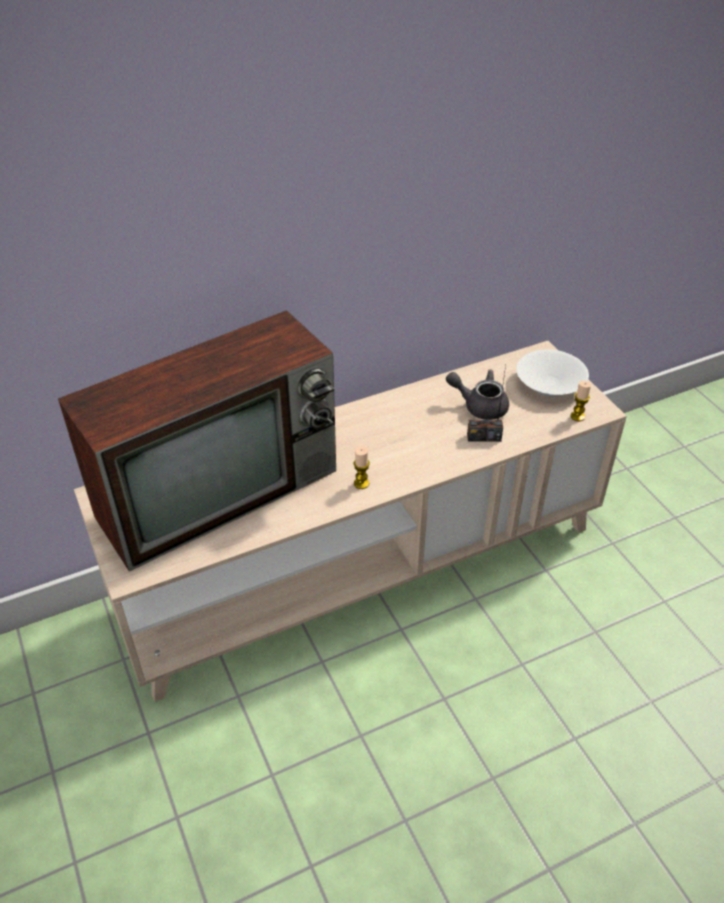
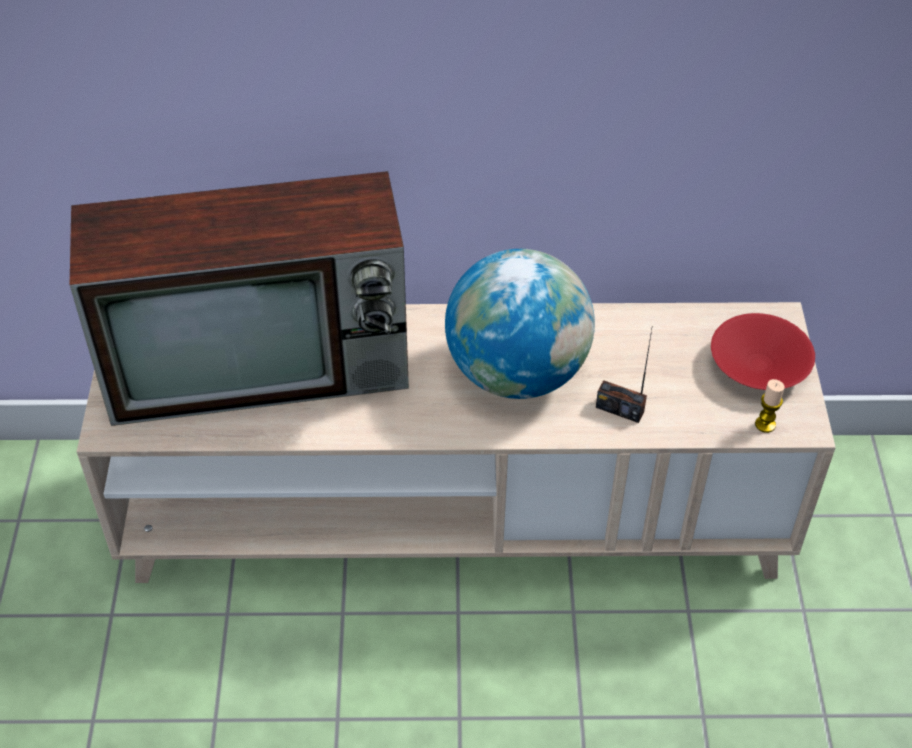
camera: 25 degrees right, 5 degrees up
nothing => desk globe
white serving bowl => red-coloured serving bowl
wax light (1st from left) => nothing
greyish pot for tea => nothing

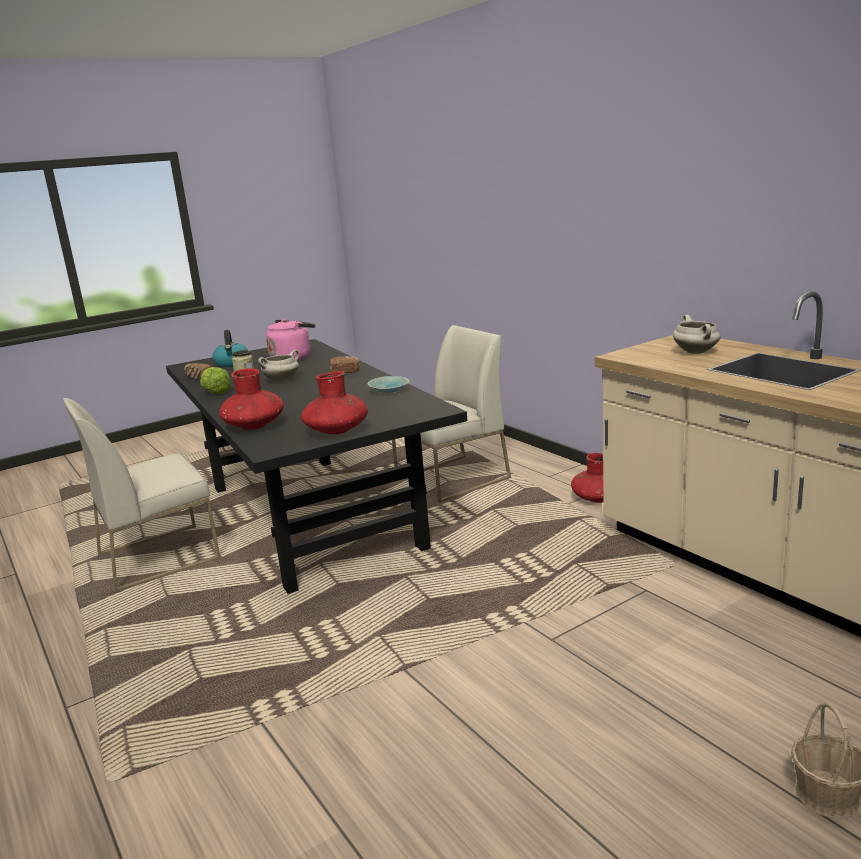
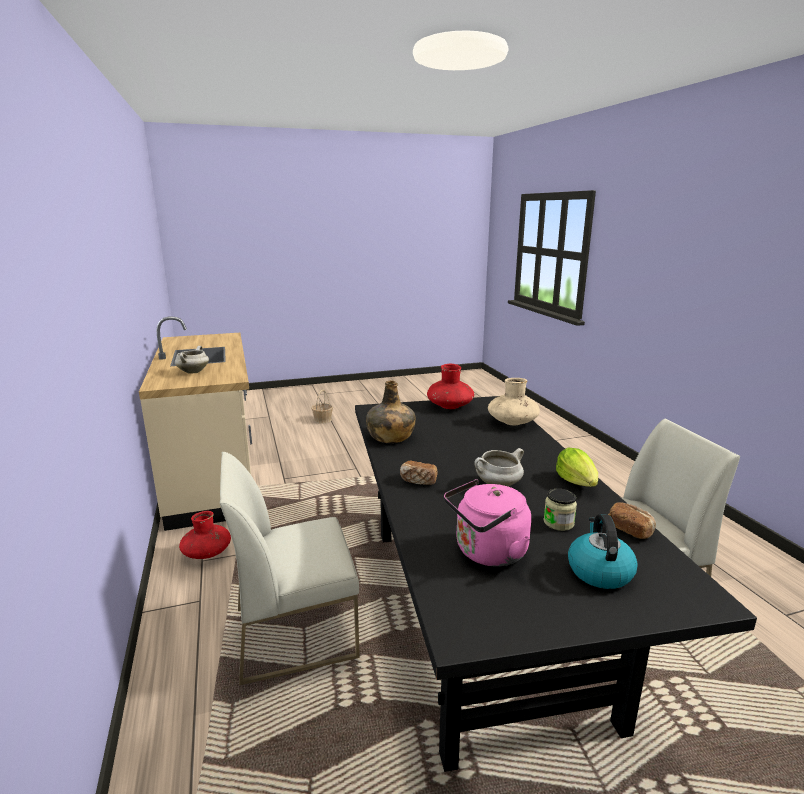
camera: 165 degrees left, 0 degrees up
turquoise-coloured serving bowl => green beverage bottle
red-coloured vase (1st from left) => beige vase

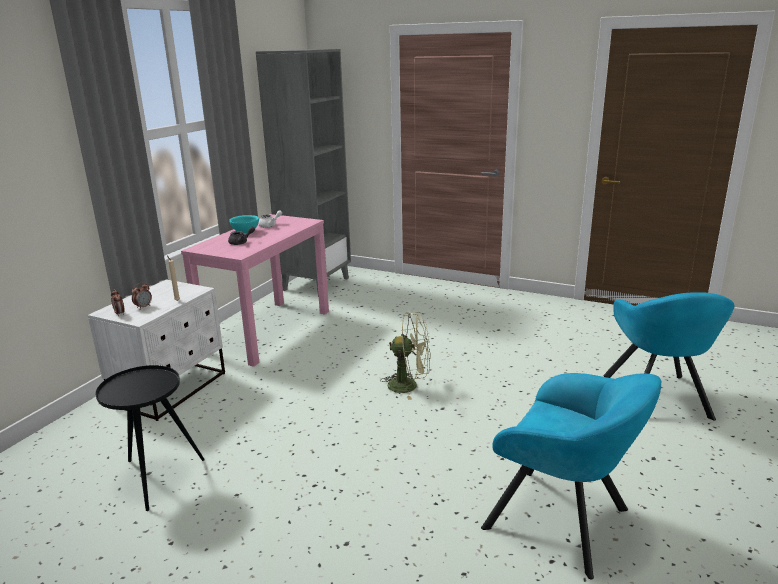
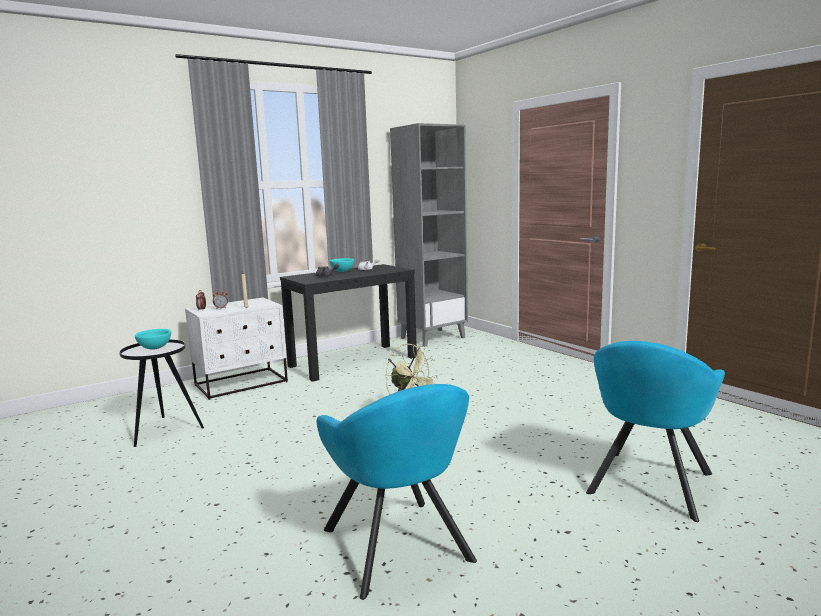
camera: 30 degrees right, 10 degrees down
nothing => turquoise-coloured serving bowl (1st from left)
pink hall table => black hall table

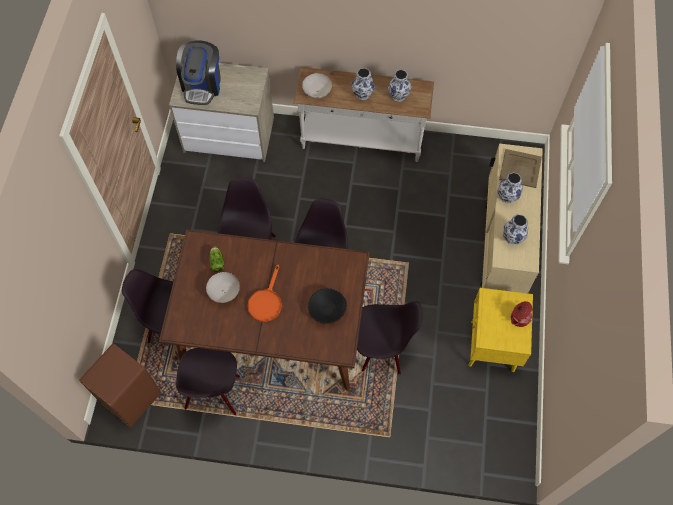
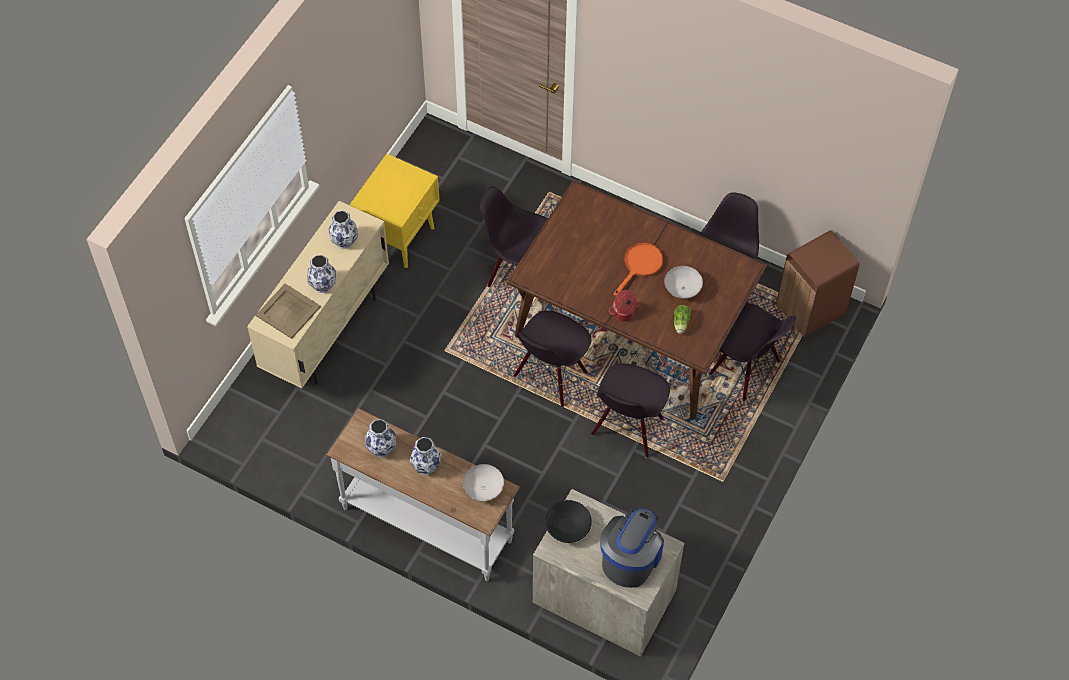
camera: 160 degrees left, 5 degrees down
black serving bowl, move
cooking pot, move

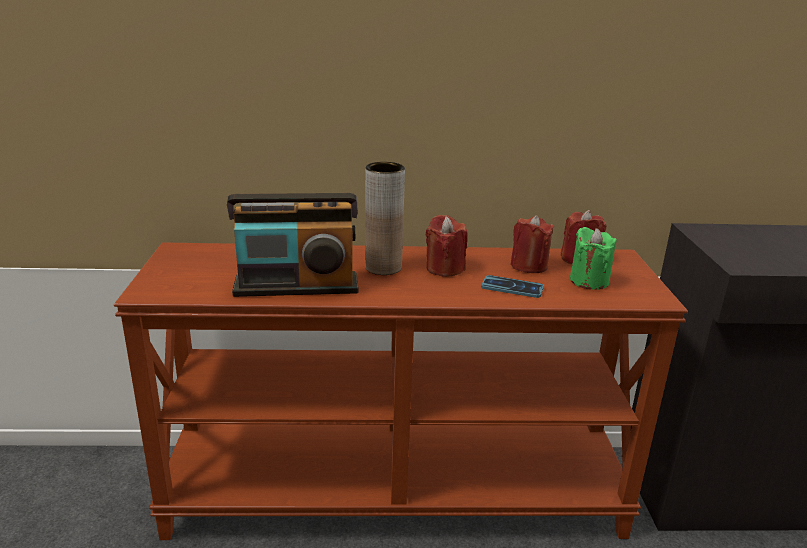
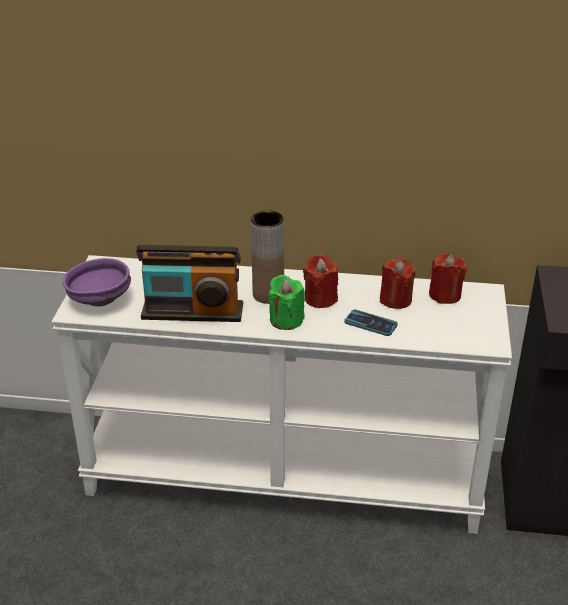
camera: 10 degrees right, 10 degrees up
brown hall table => white hall table
nothing => purple serving bowl
green wax light, move

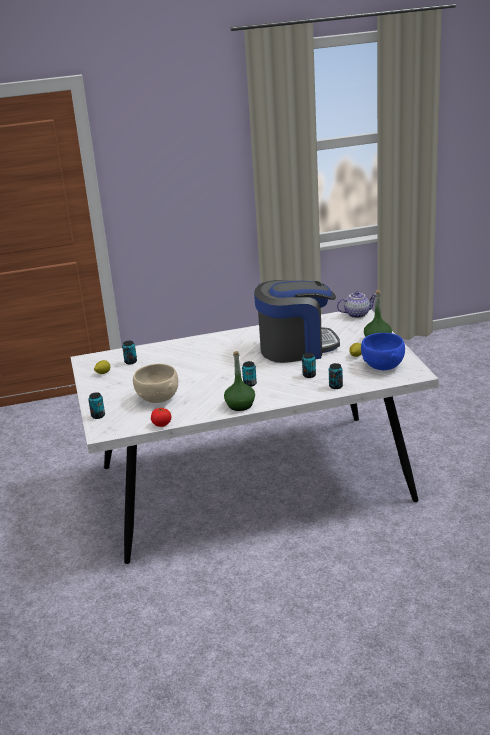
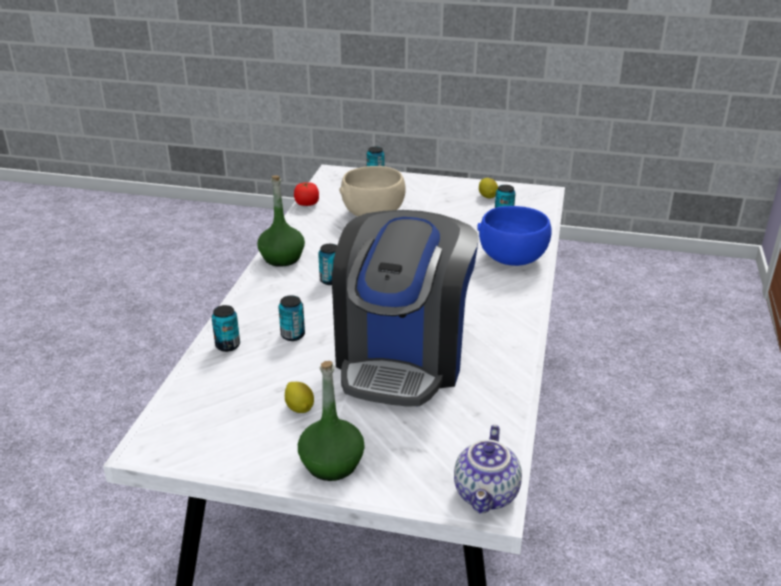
camera: 115 degrees right, 5 degrees up
blue-coloured serving bowl, move

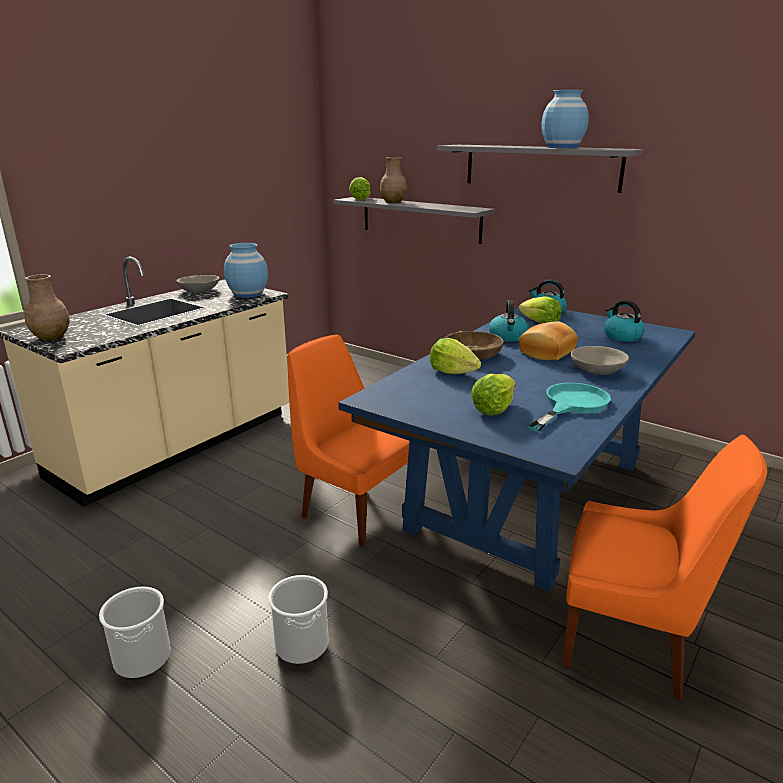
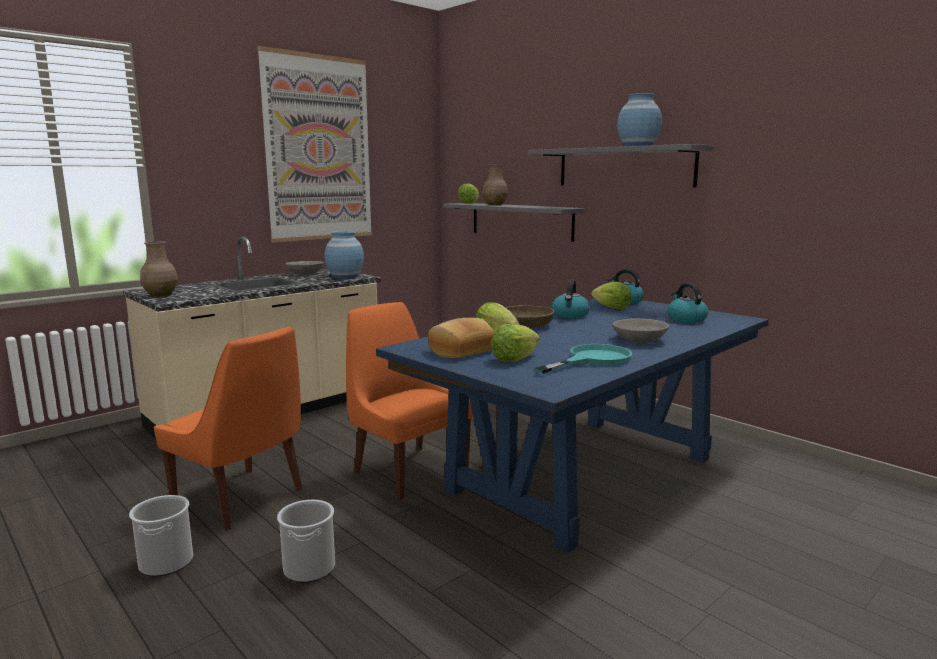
camera: 10 degrees right, 10 degrees down
orange upright chair (2nd from left in the first image) => orange upright chair (1st from left), move
nothing => wall picture
baked bread, move

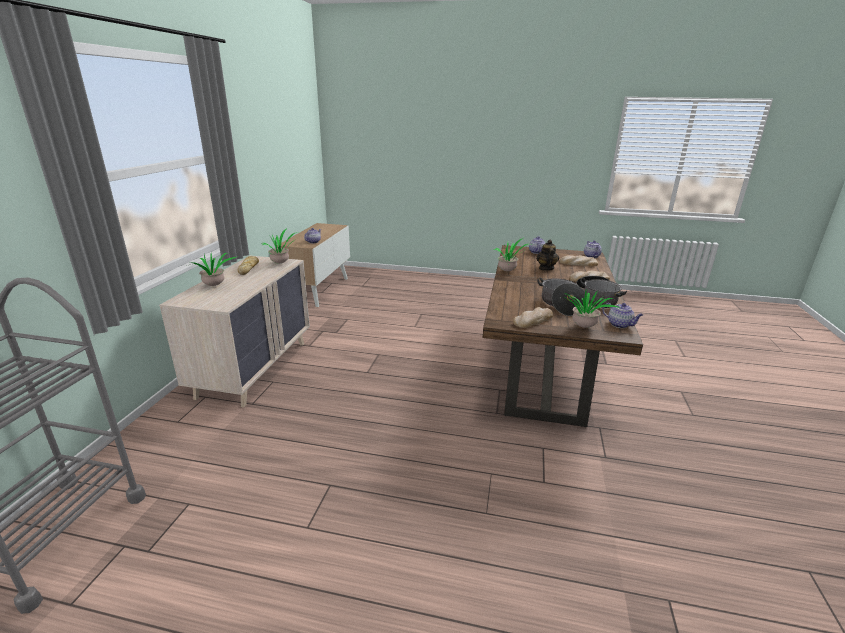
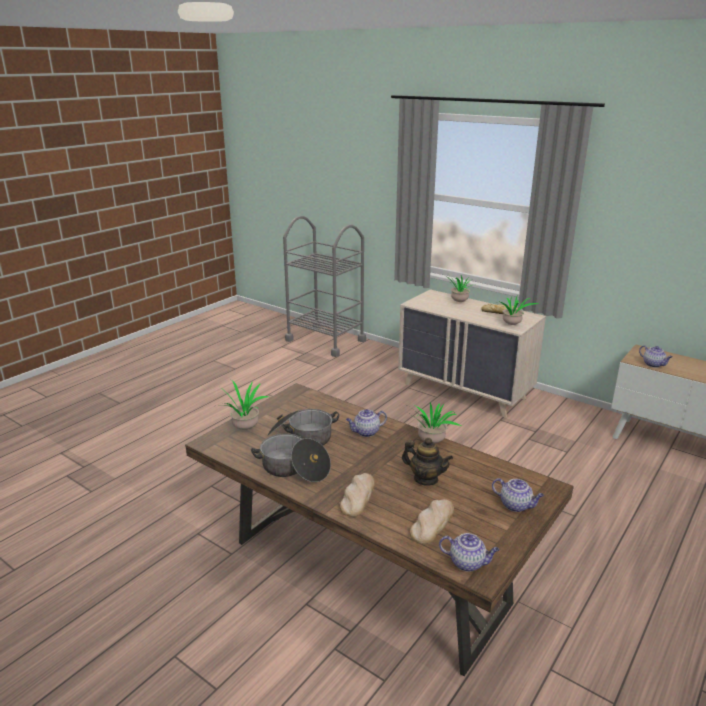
camera: 115 degrees right, 0 degrees up
pot for tea (5th from left in the first image) => pot for tea (1st from left), move
baked bread (2nd from left) => nothing

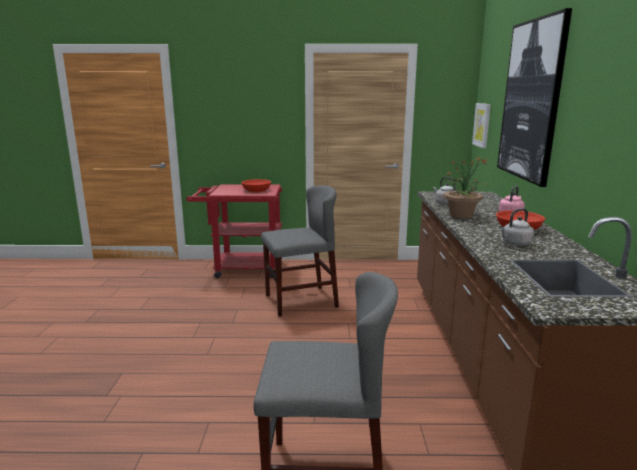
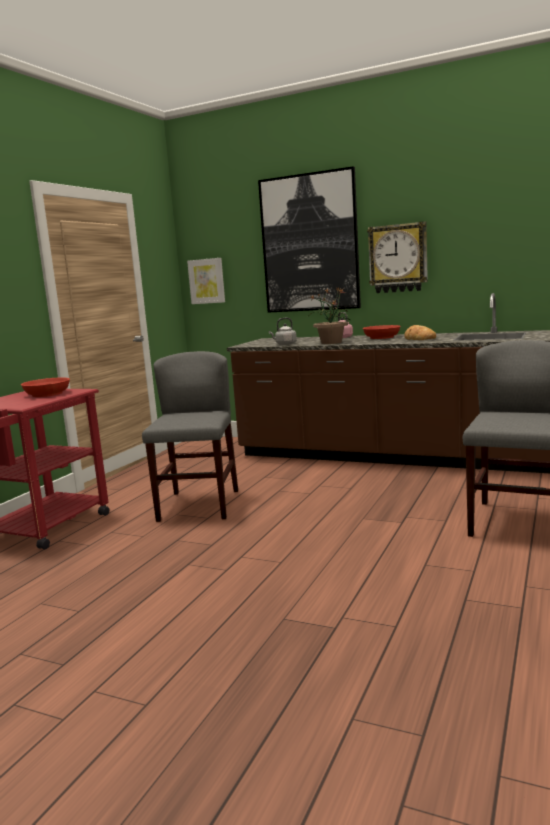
camera: 65 degrees left, 5 degrees down
nothing => hanging clock
greyish water kettle (2nd from left) => baked bread

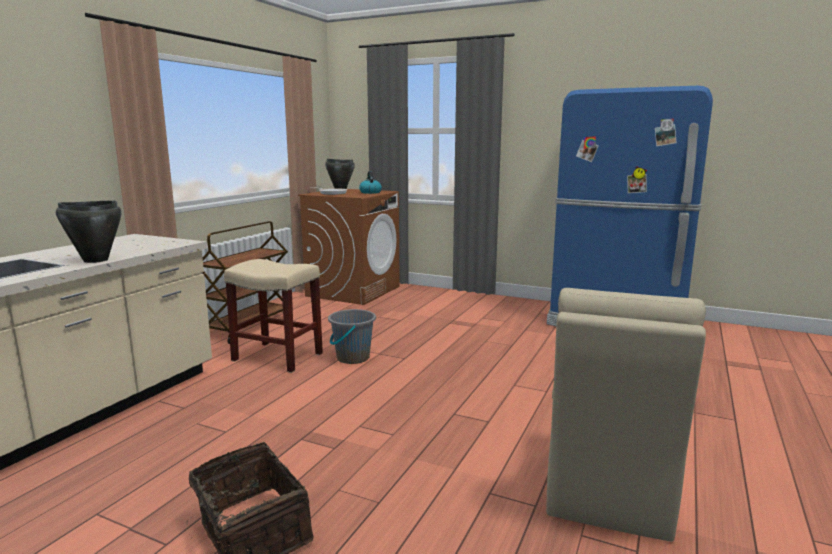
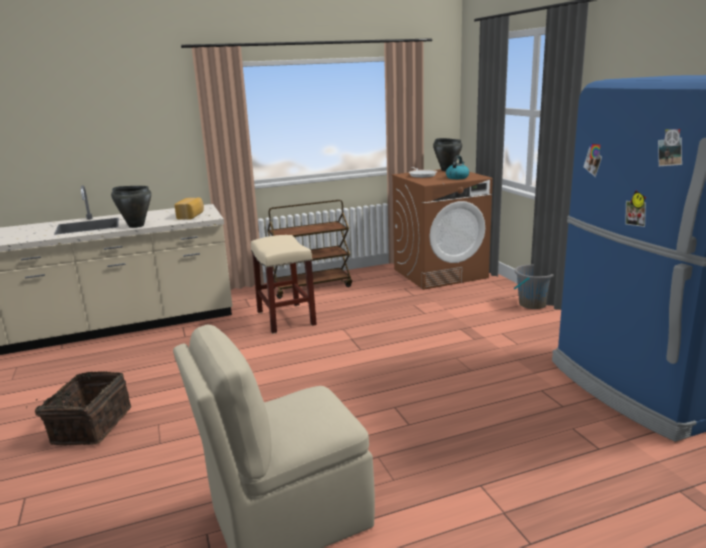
camera: 45 degrees right, 5 degrees up
nothing => baked bread
greyish water bucket, move

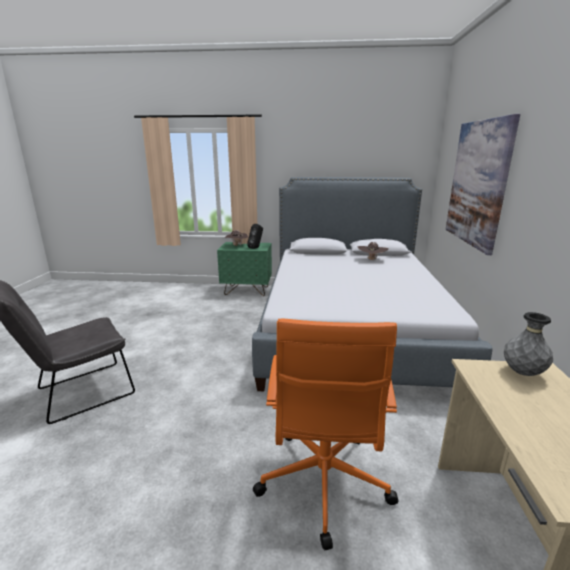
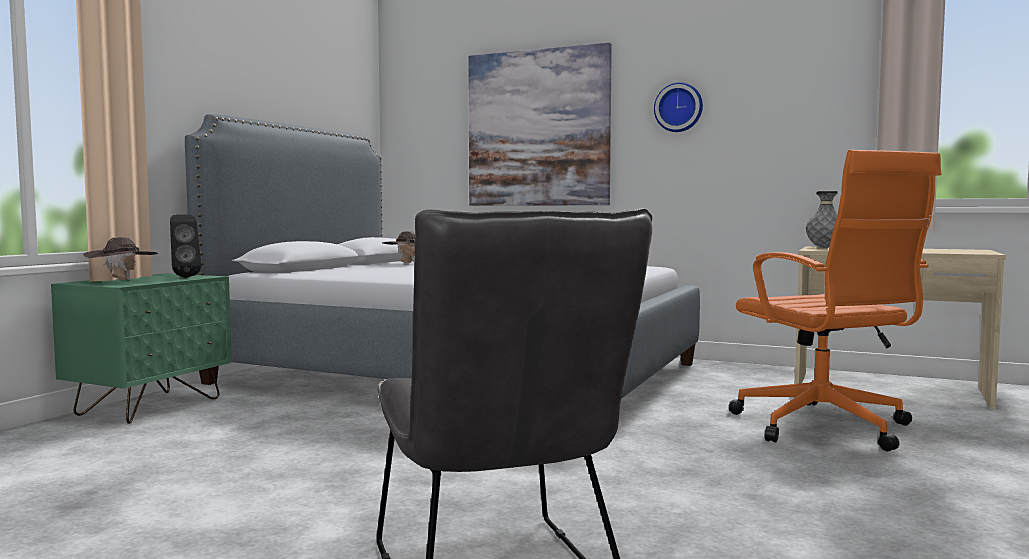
camera: 70 degrees left, 15 degrees down
nothing => hanging clock
orange desk chair, 45 degrees clockwise

